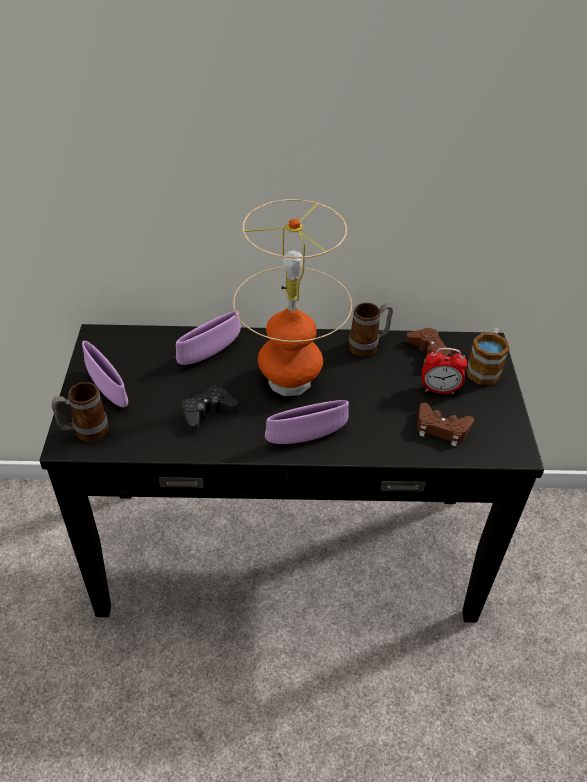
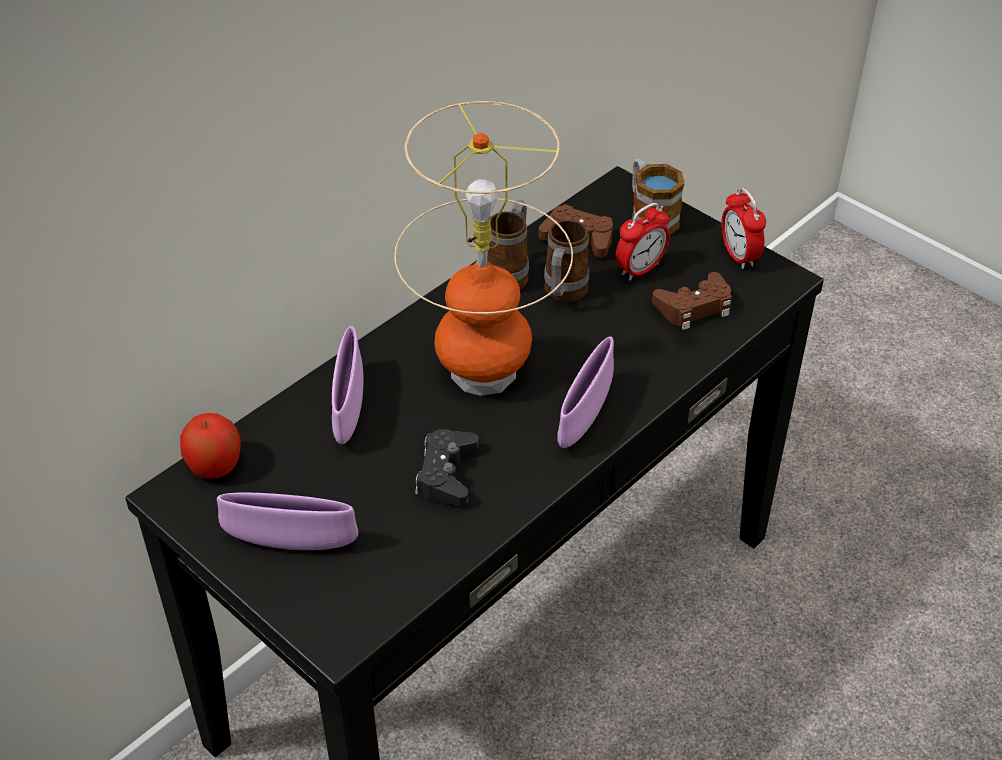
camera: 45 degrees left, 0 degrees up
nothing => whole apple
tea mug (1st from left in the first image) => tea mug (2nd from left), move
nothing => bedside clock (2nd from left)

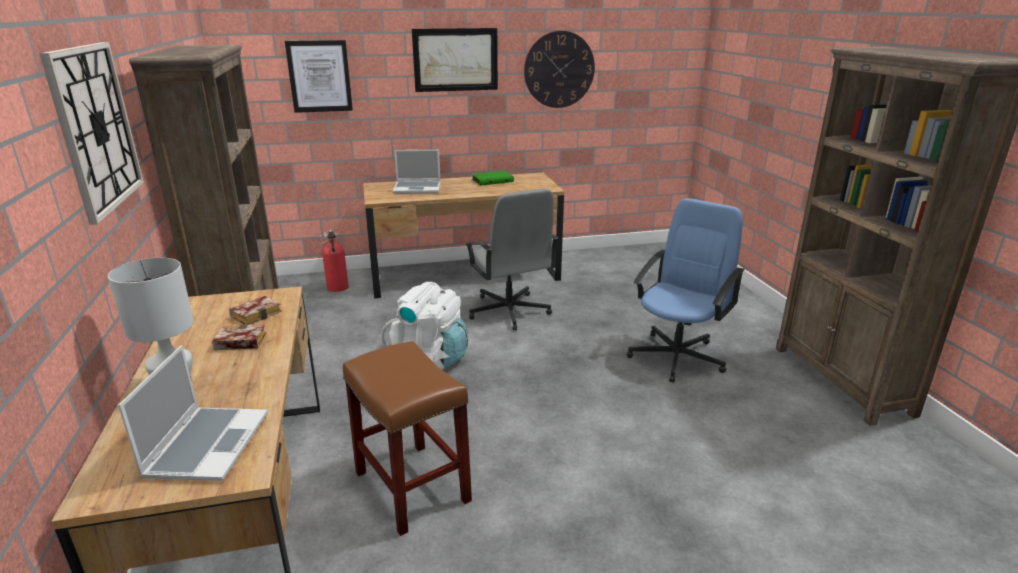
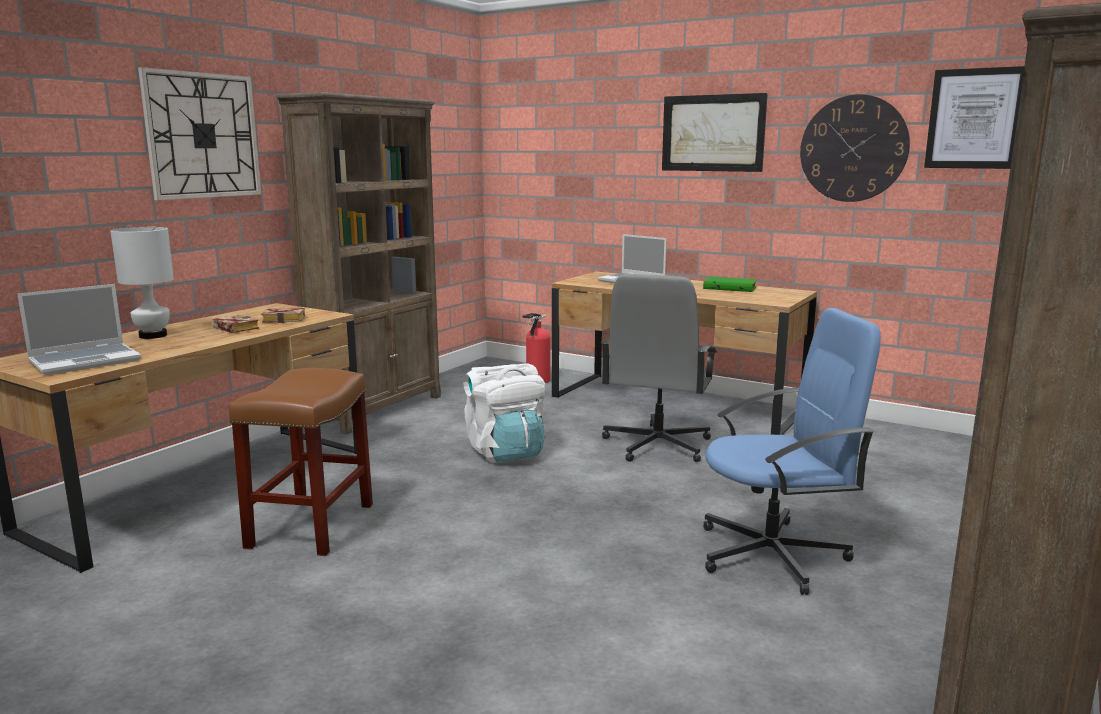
camera: 45 degrees right, 10 degrees down
wall picture (1st from left in the first image) => wall picture (2nd from left), move

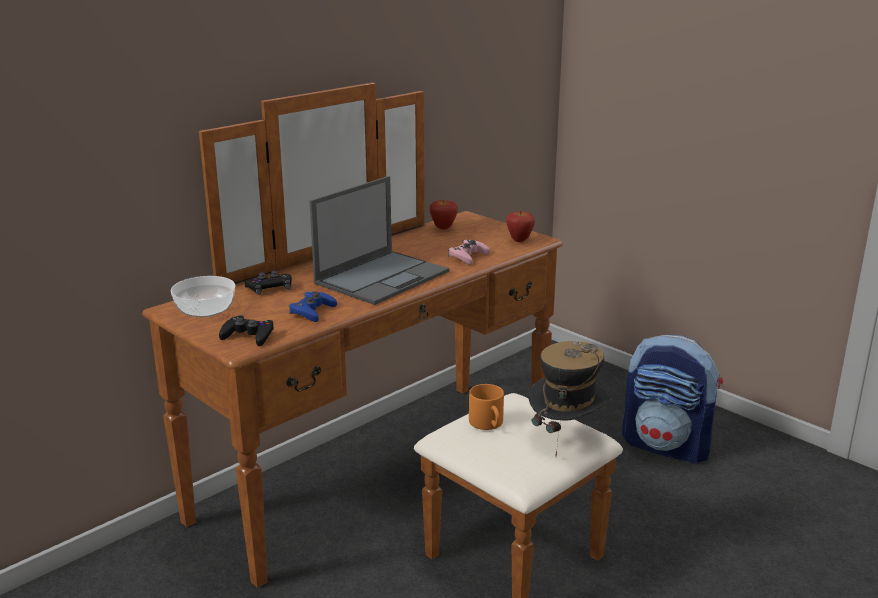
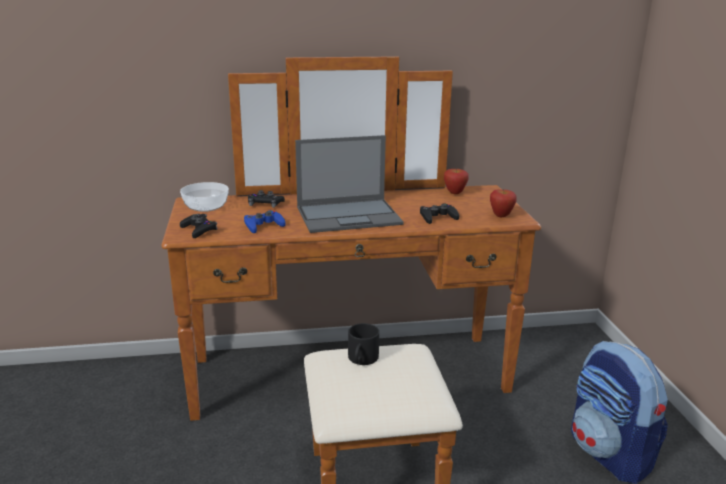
camera: 35 degrees right, 0 degrees up
orange tea mug => black tea mug
pink game controller => black game controller (3rd from left)
hat => nothing

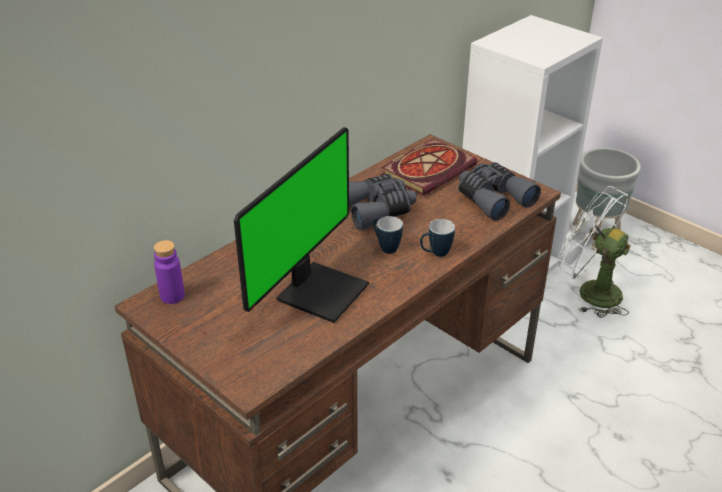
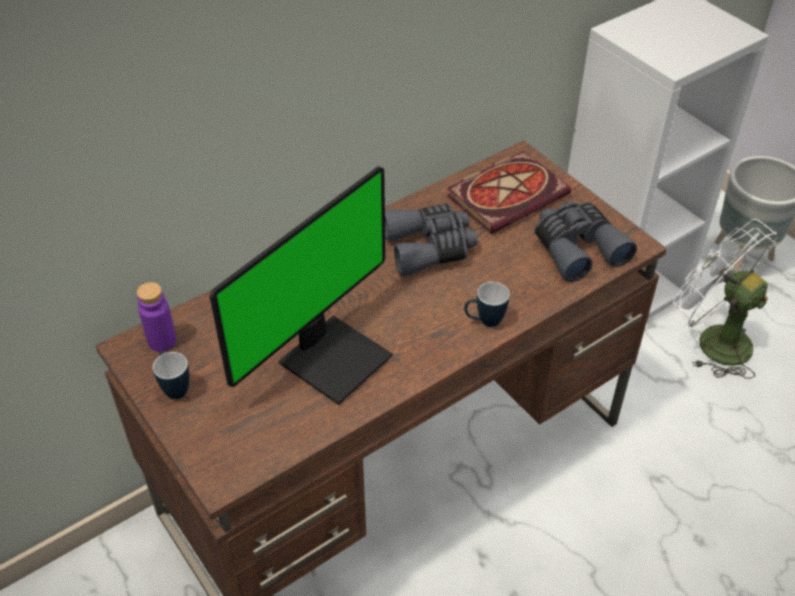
camera: 10 degrees right, 10 degrees up
tea mug (1st from left), move

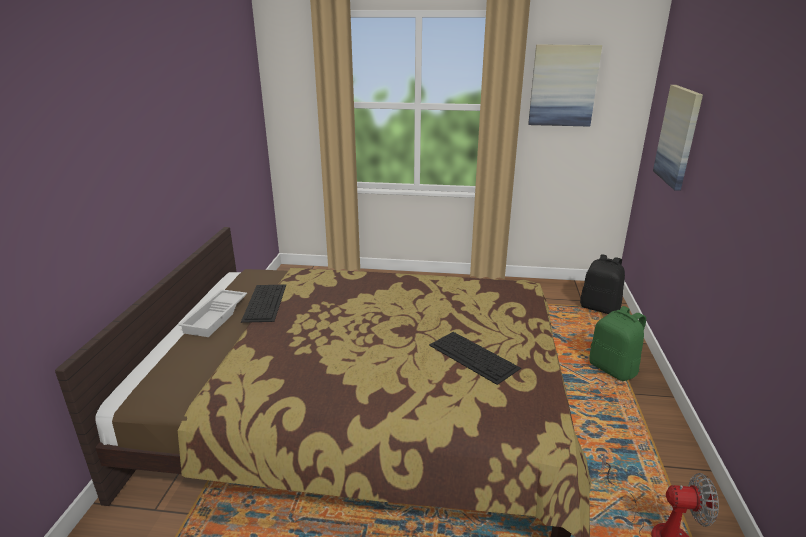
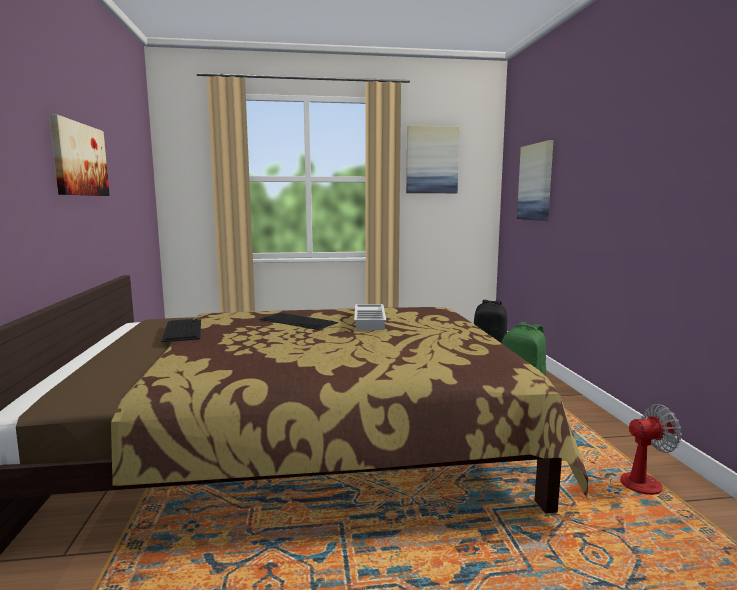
camera: 15 degrees left, 15 degrees down
nothing => wall picture (1st from left)
keyboard (2nd from left), move
white serving tray, move

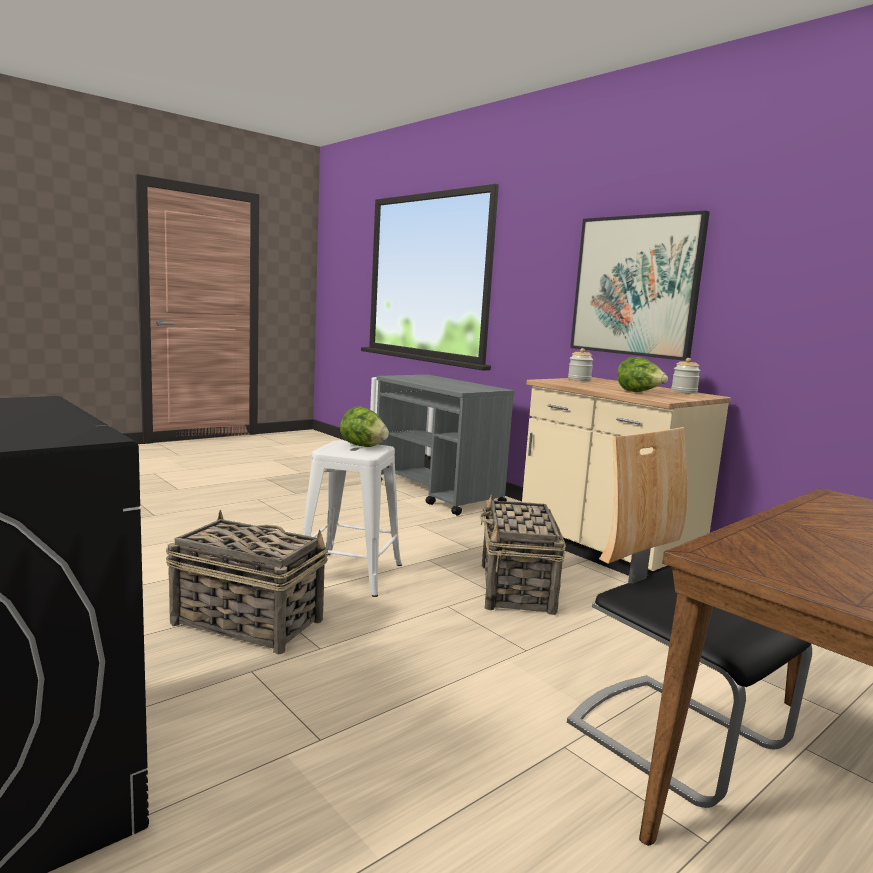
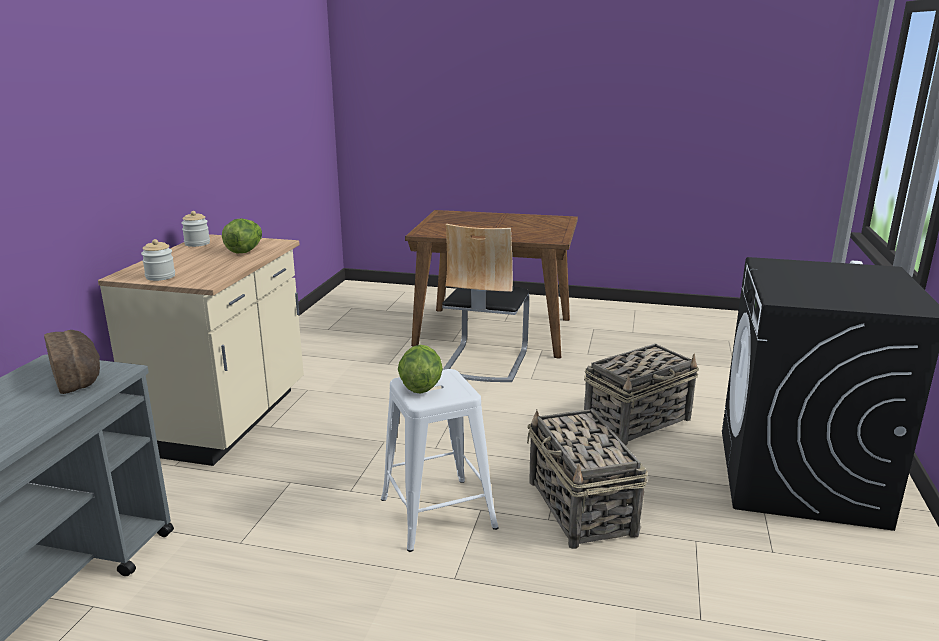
camera: 125 degrees left, 10 degrees up
nothing => baked bread
storage basket (2nd from left), move
wall picture => nothing

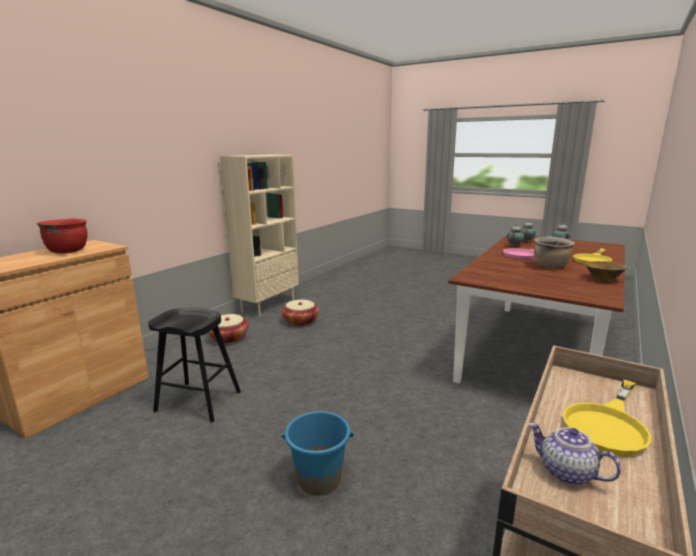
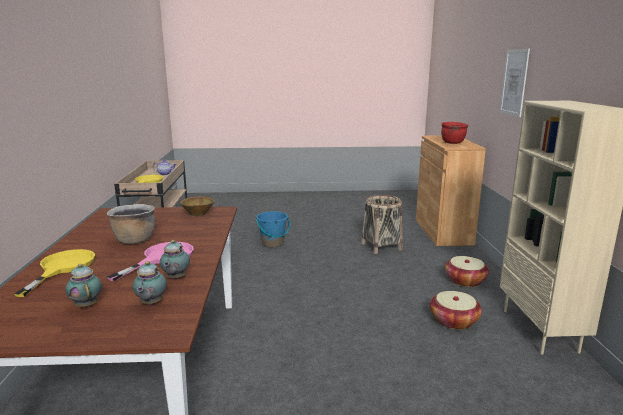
camera: 145 degrees right, 0 degrees up
brown serving bowl, move
black sitting stool => storage basket (1st from left)
nothing => wall picture

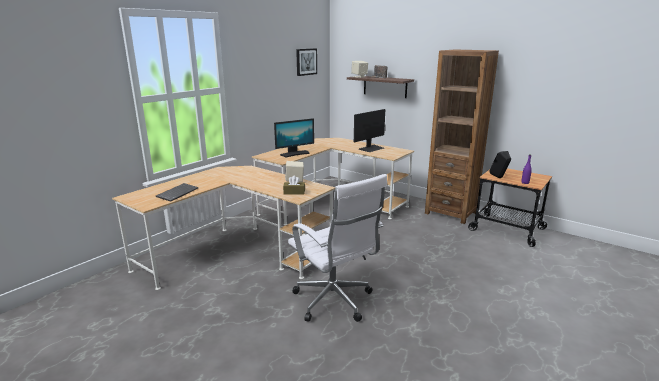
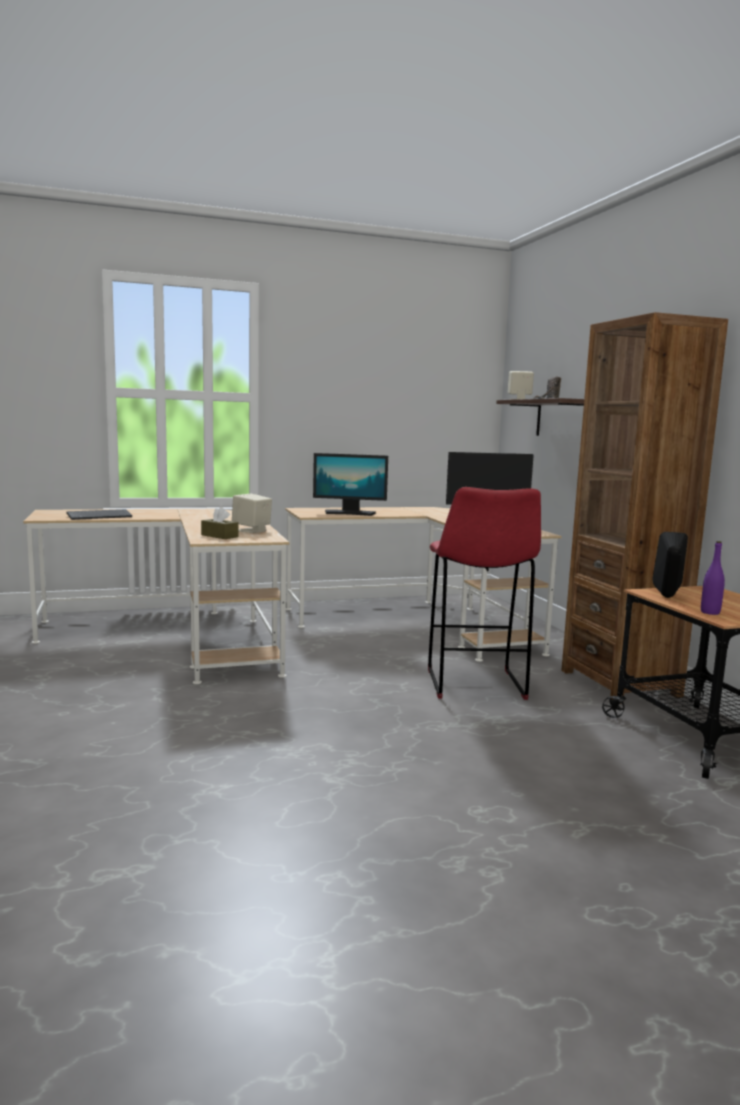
camera: 35 degrees right, 10 degrees down
nothing => red-coloured sitting stool
white desk chair => nothing
wall picture => nothing

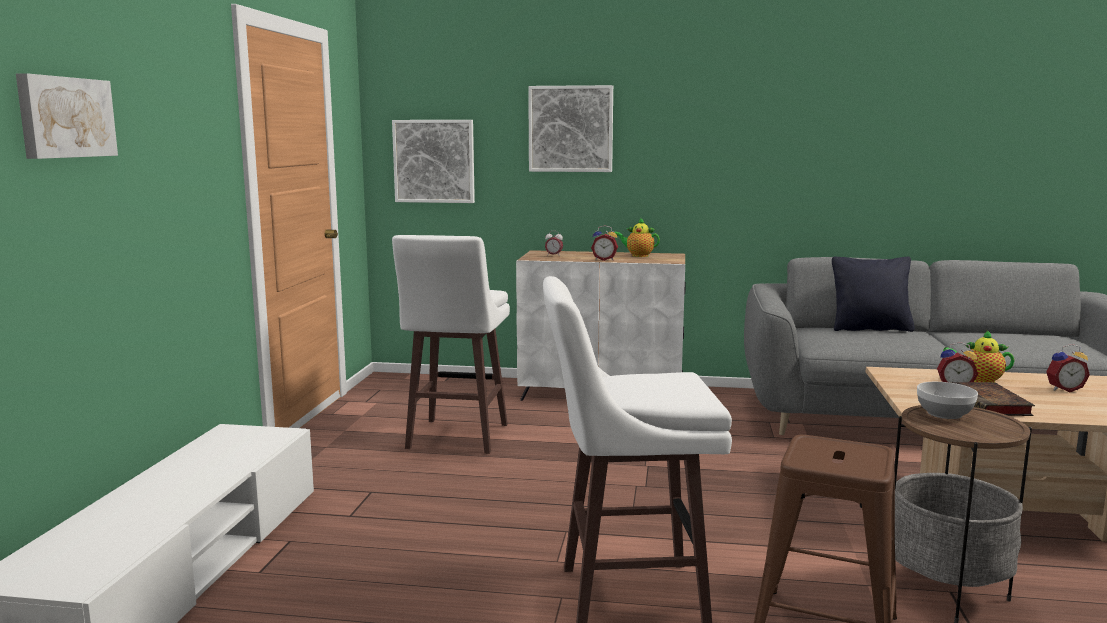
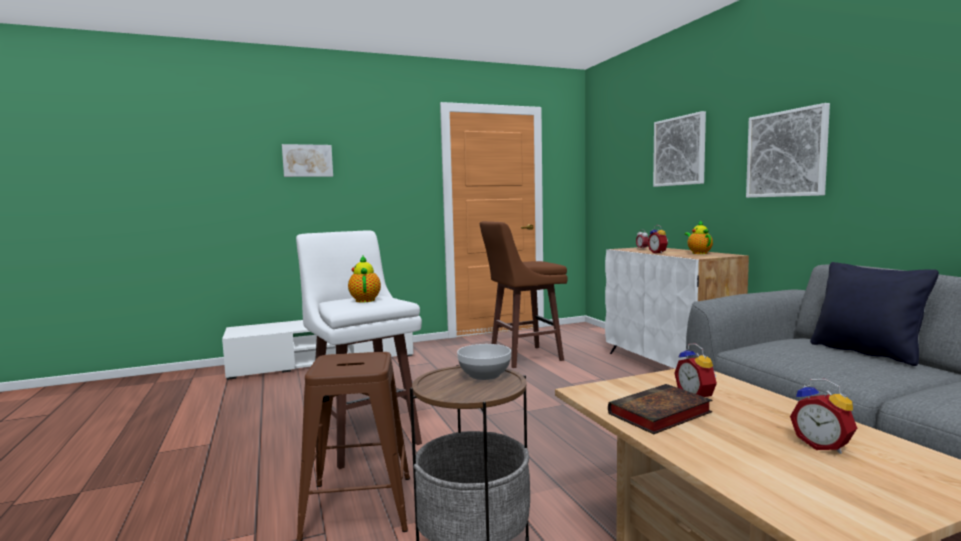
camera: 60 degrees right, 5 degrees down
pot for tea (2nd from left in the first image) => pot for tea (1st from left), move
white sitting stool (1st from left) => brown sitting stool (2nd from left)
wall picture (2nd from left in the first image) => wall picture (3rd from left), move

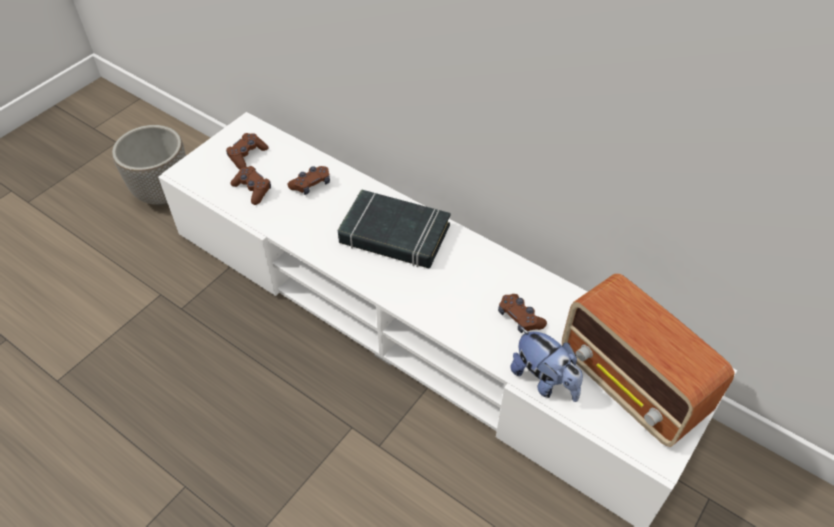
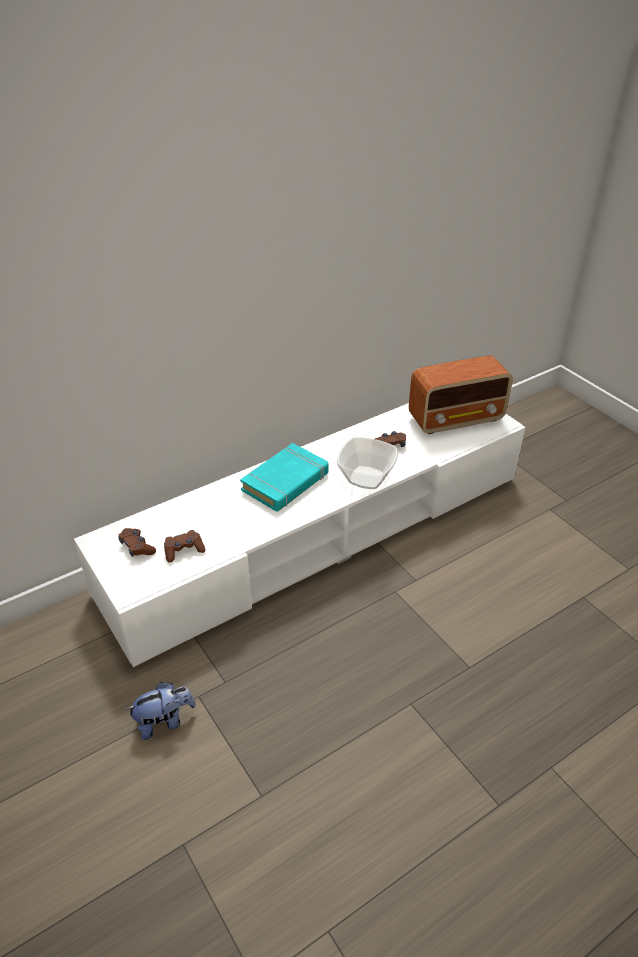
camera: 70 degrees left, 10 degrees down
cuddly toy, move
black book => turquoise-coloured book
nothing => serving bowl
planter => nothing
brown game controller (3rd from left) => nothing

